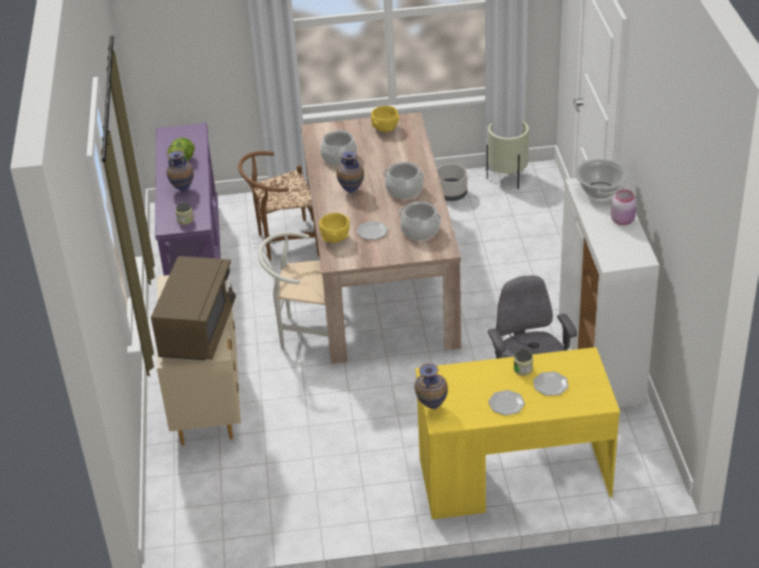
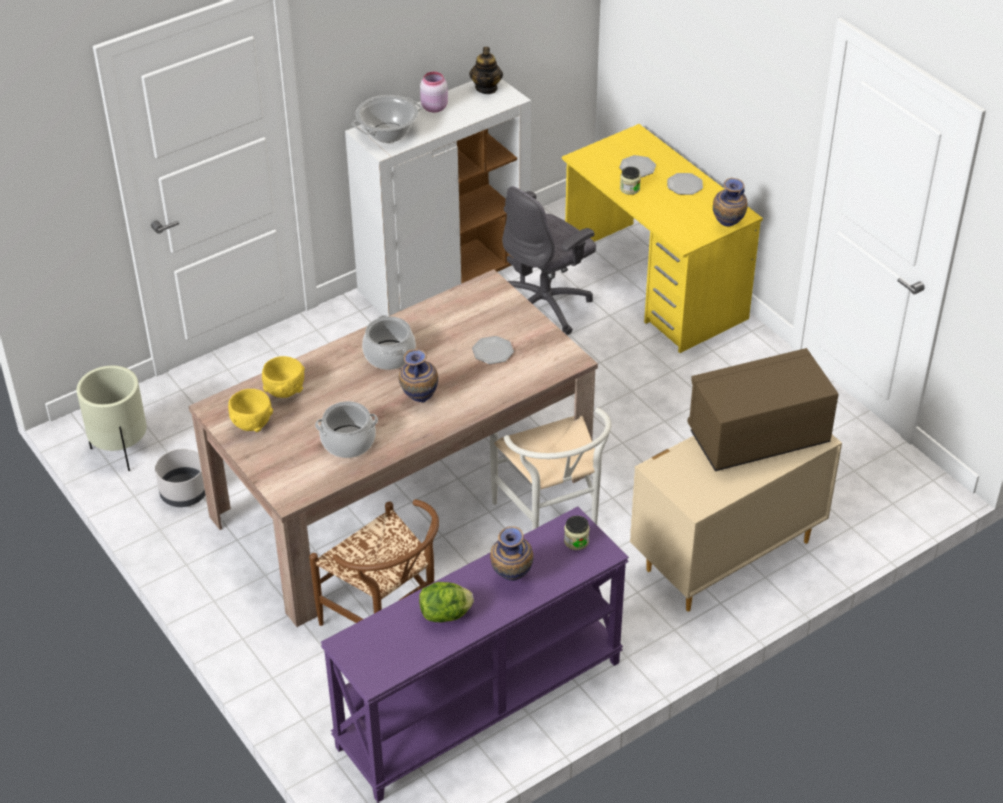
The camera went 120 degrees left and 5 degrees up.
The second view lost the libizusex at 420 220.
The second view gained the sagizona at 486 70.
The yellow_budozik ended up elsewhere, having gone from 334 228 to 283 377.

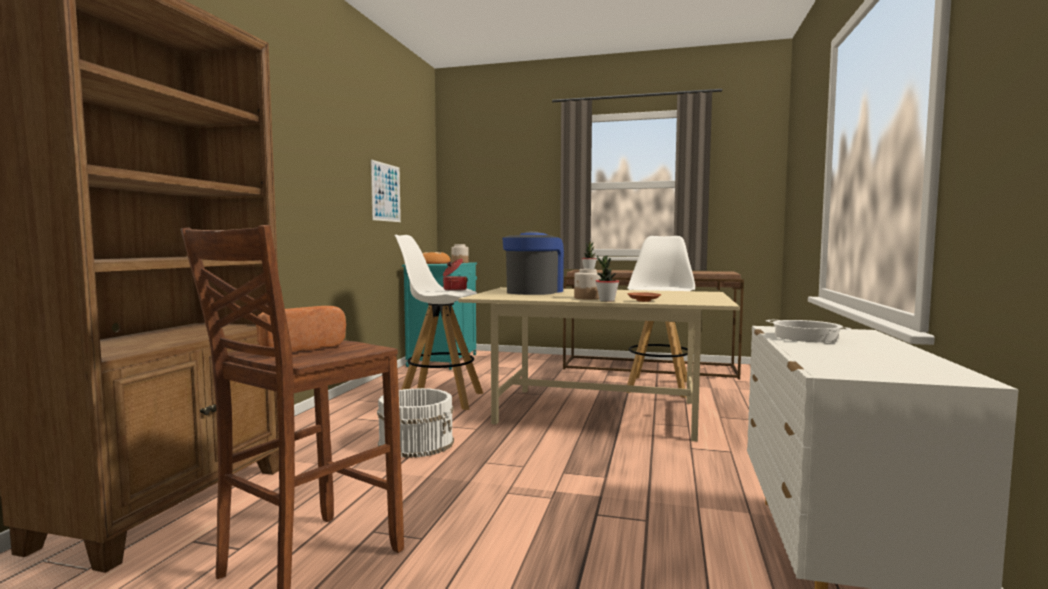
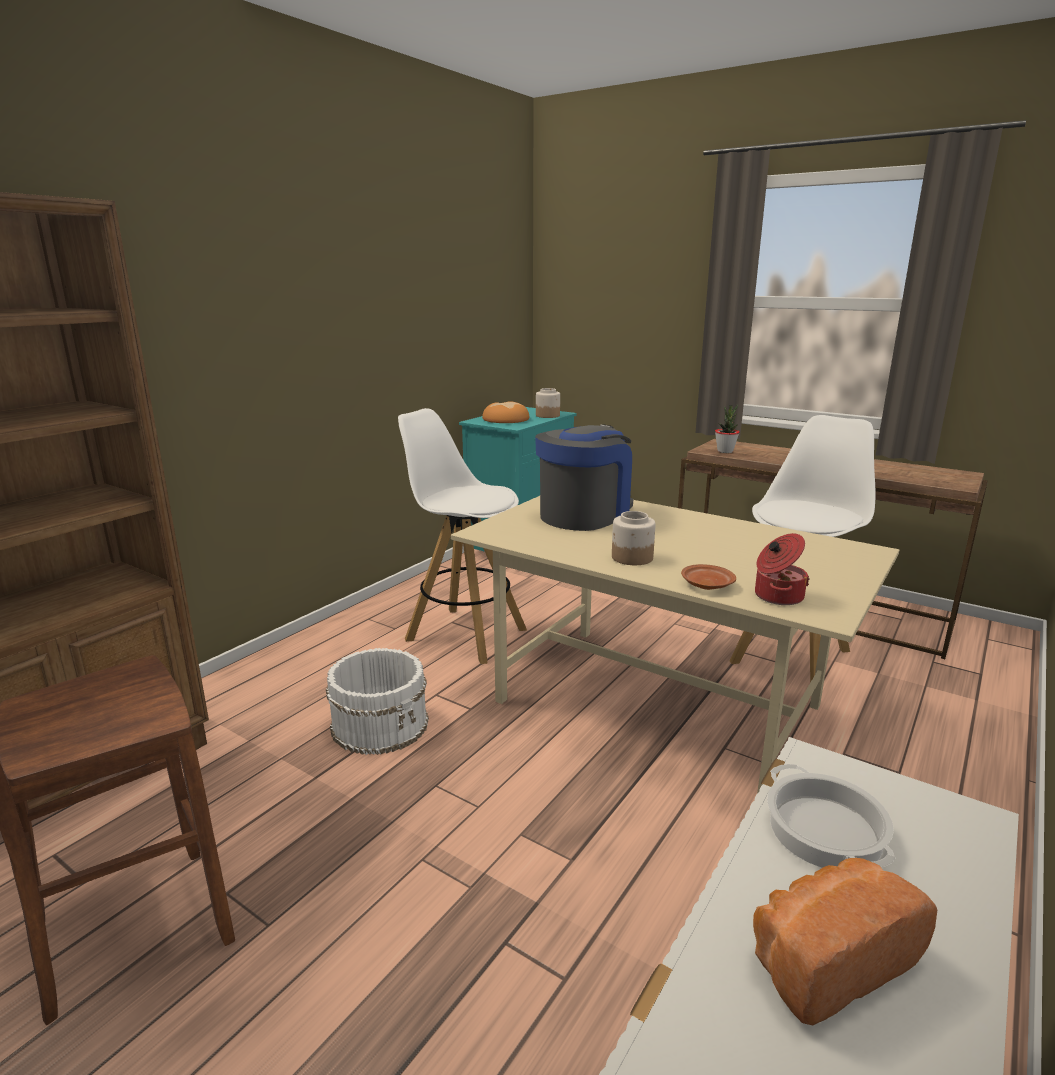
The camera went 20 degrees right and 15 degrees up.
The second view lost the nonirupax at 386 191.
The second view lost the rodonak at 607 278.
The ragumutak ended up elsewhere, having gone from 301 329 to 845 942.
The libizusex ended up elsewhere, having gone from 455 275 to 782 569.

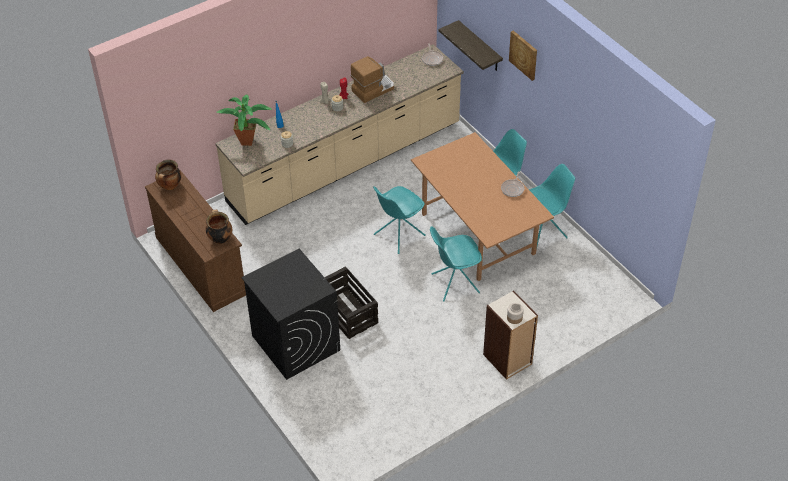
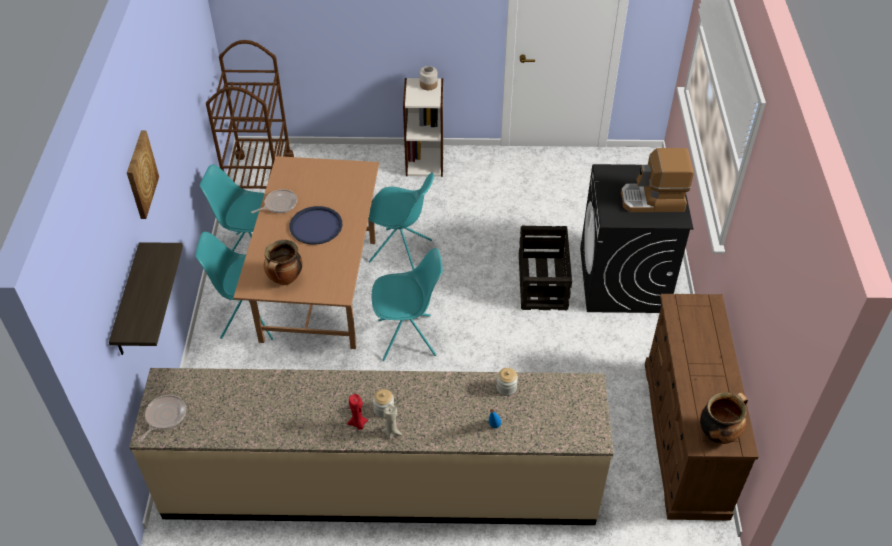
The camera went 145 degrees left and 0 degrees up.
The second view lost the rodonak at 244 120.
The second view gained the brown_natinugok at 250 114.
The second view gained the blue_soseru at 315 225.
The libizusex ended up elsewhere, having gone from 219 227 to 283 262.
The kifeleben ended up elsewhere, having gone from 372 79 to 657 180.

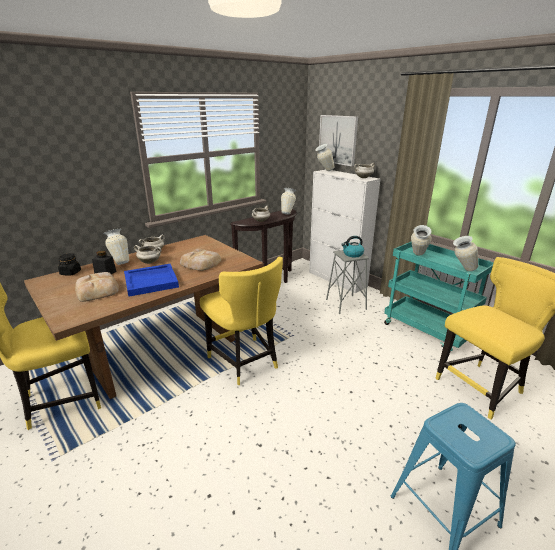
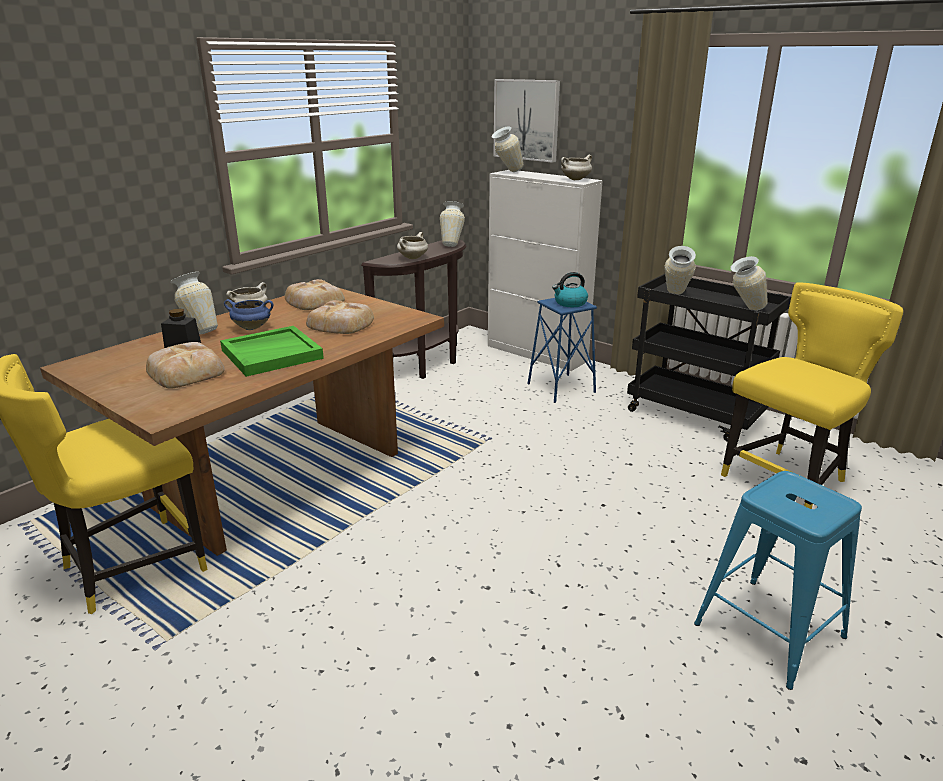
The camera went 10 degrees left and 0 degrees up.
The second view lost the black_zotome at 69 264.
The second view lost the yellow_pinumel at 241 321.
The second view gained the ragumutak at 315 294.
What was the blue_soseru at 151 280 turned into the green_soseru at 272 351.
What was the white_libizusex at 147 254 turned into the blue_libizusex at 248 314.
What was the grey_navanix at 347 282 turned into the blue_navanix at 562 350.
What was the turquoise_natinugok at 439 296 turned into the black_natinugok at 709 358.

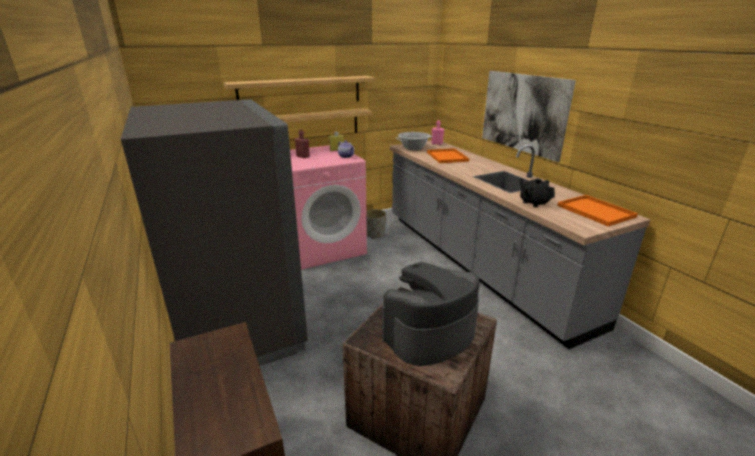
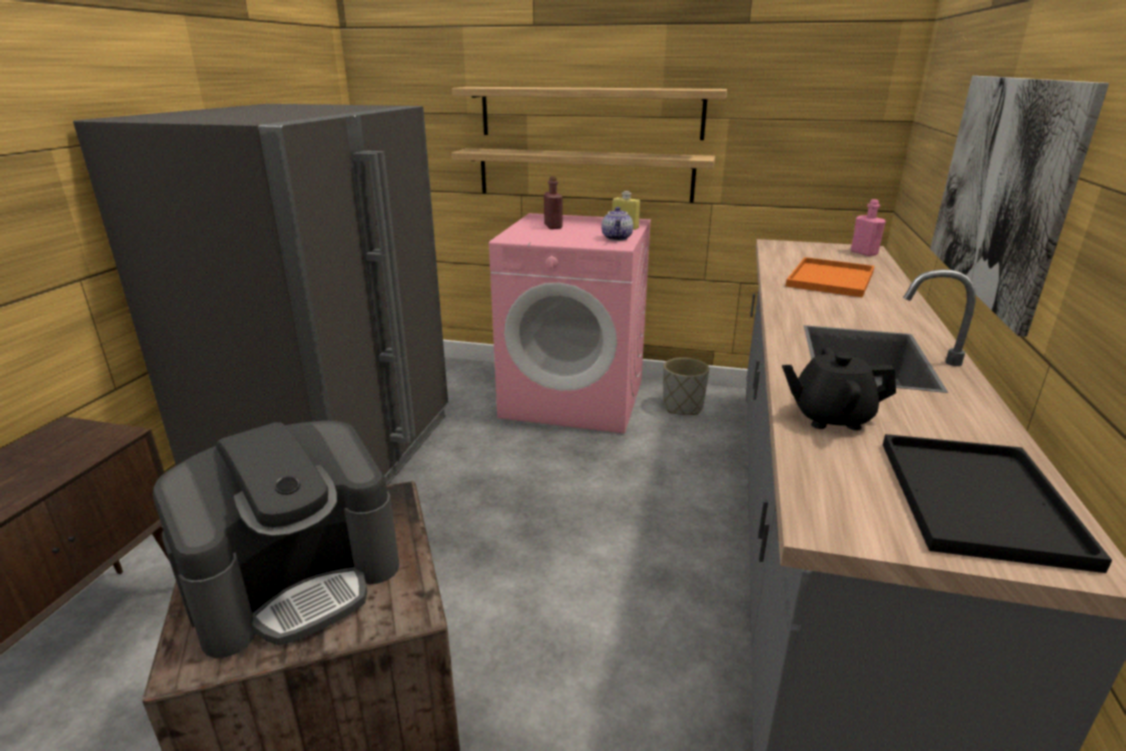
The camera went 40 degrees right and 0 degrees up.
The second view lost the libizusex at 414 141.
What was the orange_soseru at 597 210 turned into the black_soseru at 997 503.
The kifeleben at 431 314 ended up facing another way, 135 degrees clockwise from before.
The black_sagizona at 537 193 ended up facing another way, 90 degrees counterclockwise from before.

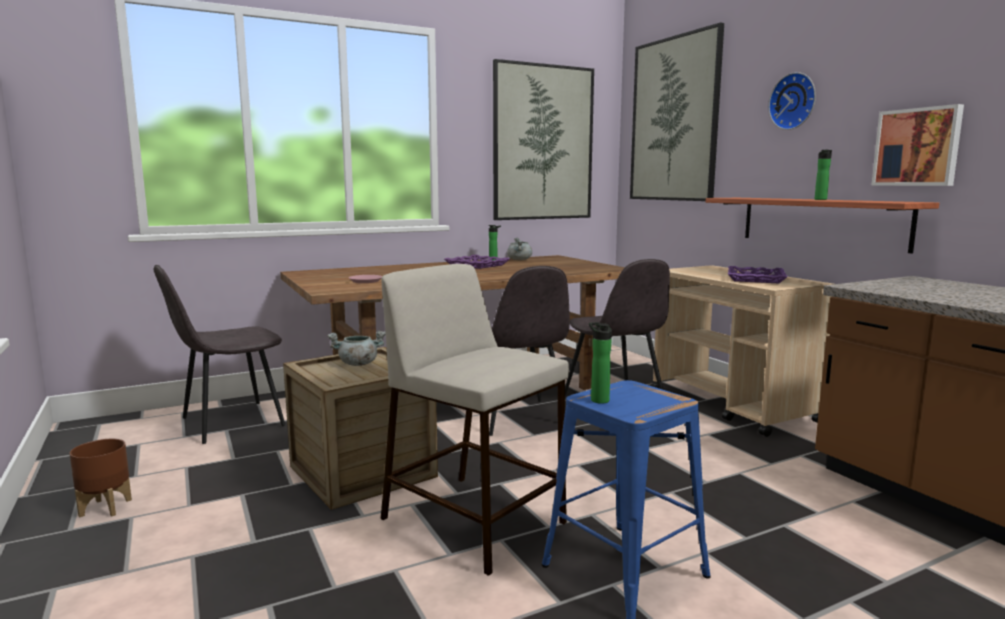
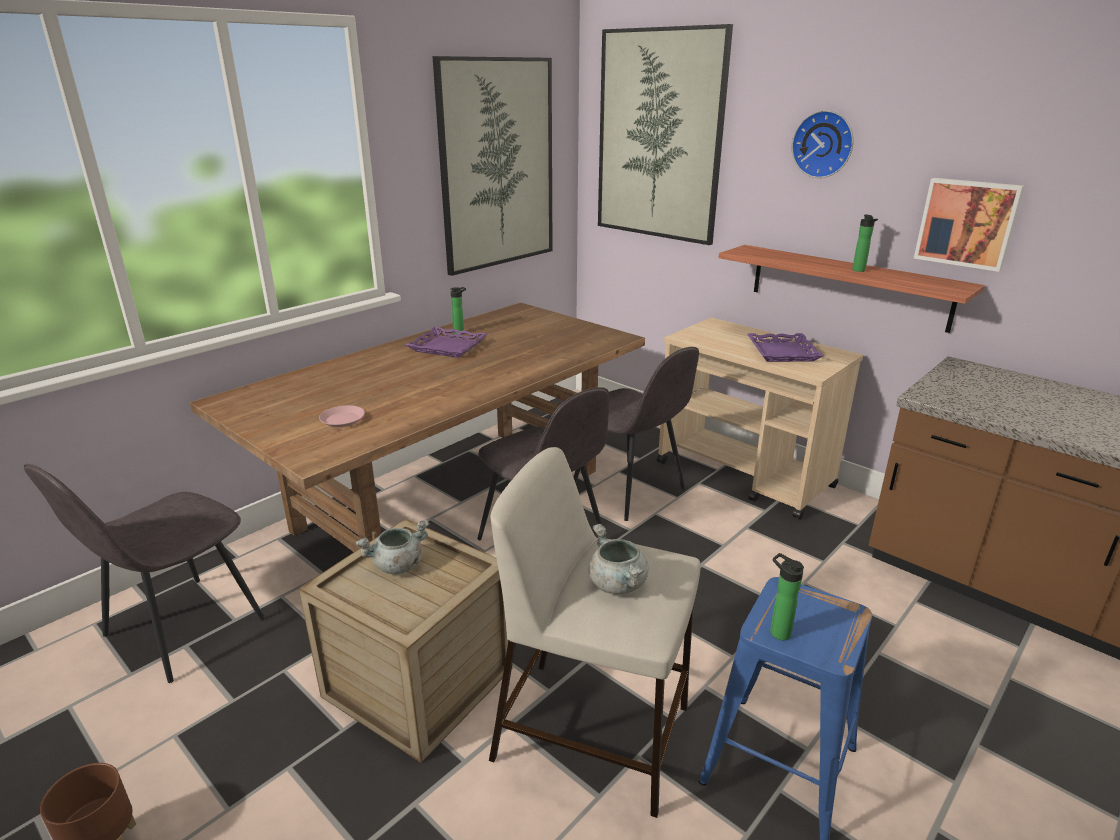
The camera went 20 degrees left and 15 degrees up.
The grey_libizusex ended up elsewhere, having gone from 519 248 to 618 559.

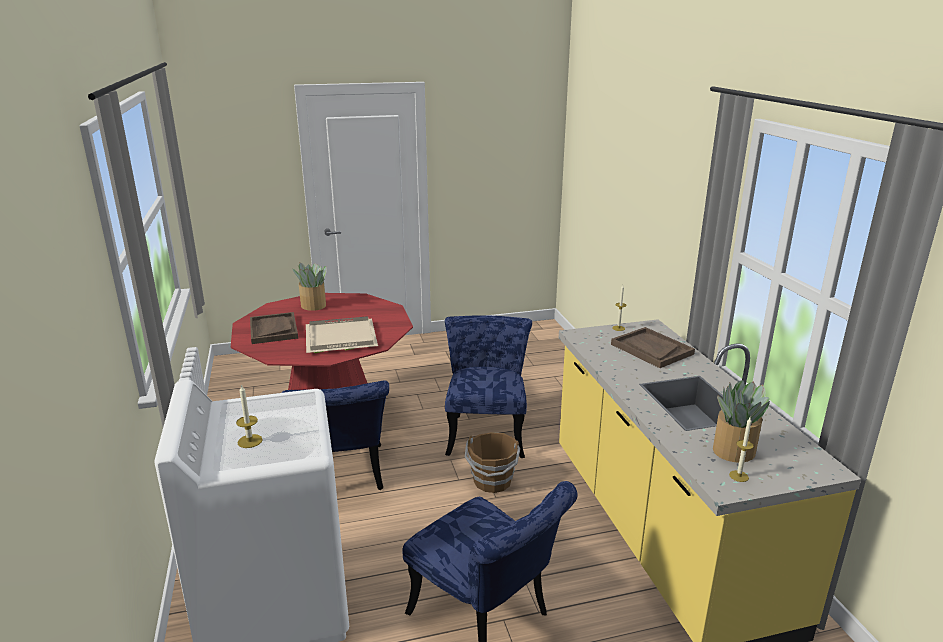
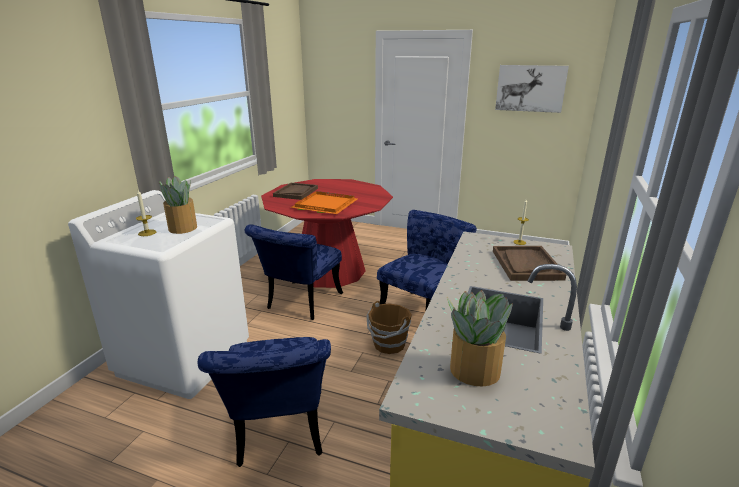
The camera went 35 degrees right and 0 degrees up.
The second view lost the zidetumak at 741 450.
The second view gained the nonirupax at 532 89.
The rodonak ended up elsewhere, having gone from 309 286 to 178 205.
What was the beige_soseru at 342 334 turned into the orange_soseru at 323 202.

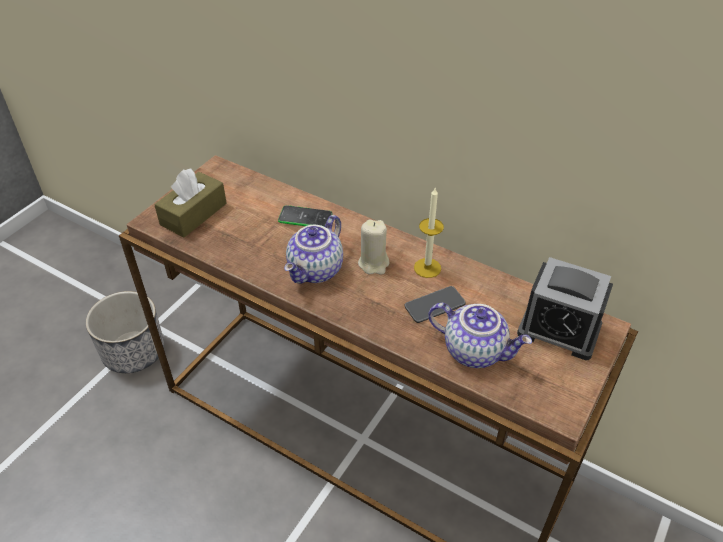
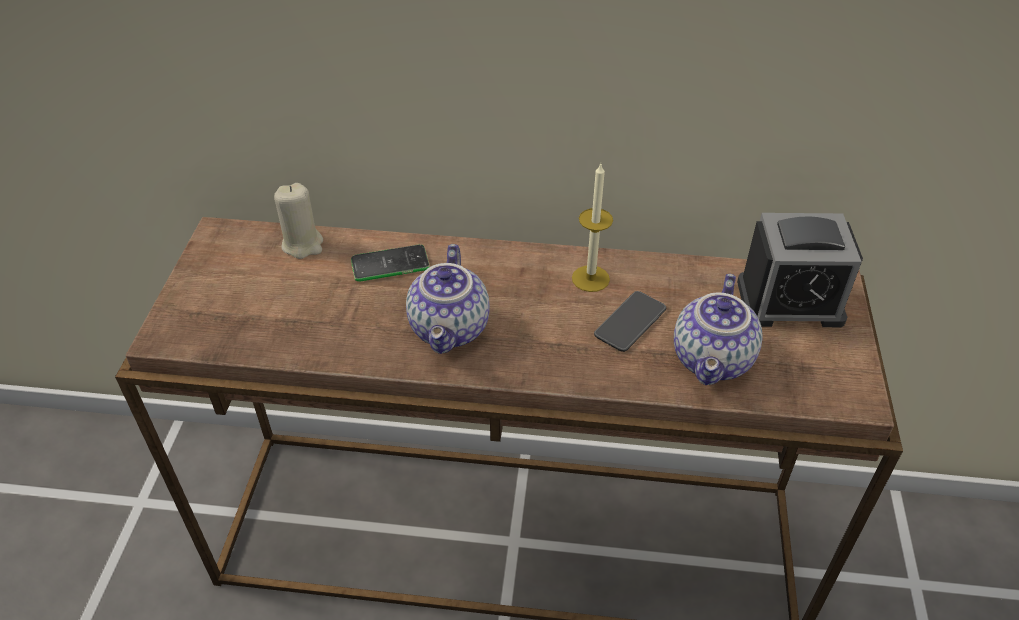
The camera went 25 degrees left and 0 degrees up.
The second view lost the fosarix at 125 332.
The second view lost the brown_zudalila at 190 203.
The beige_zidetumak ended up elsewhere, having gone from 373 247 to 298 221.
The sagizona at 480 335 ended up facing another way, 105 degrees clockwise from before.

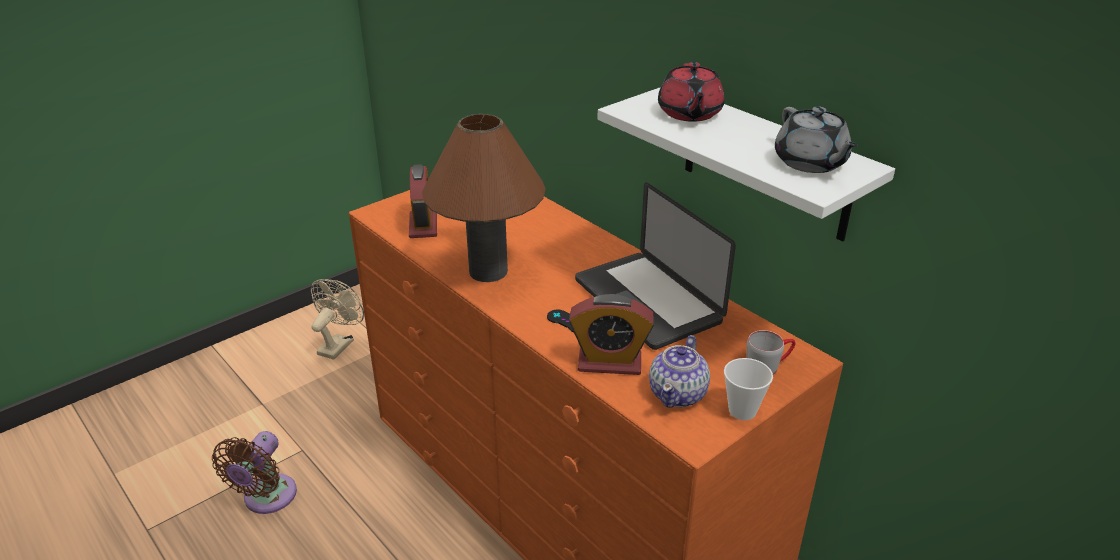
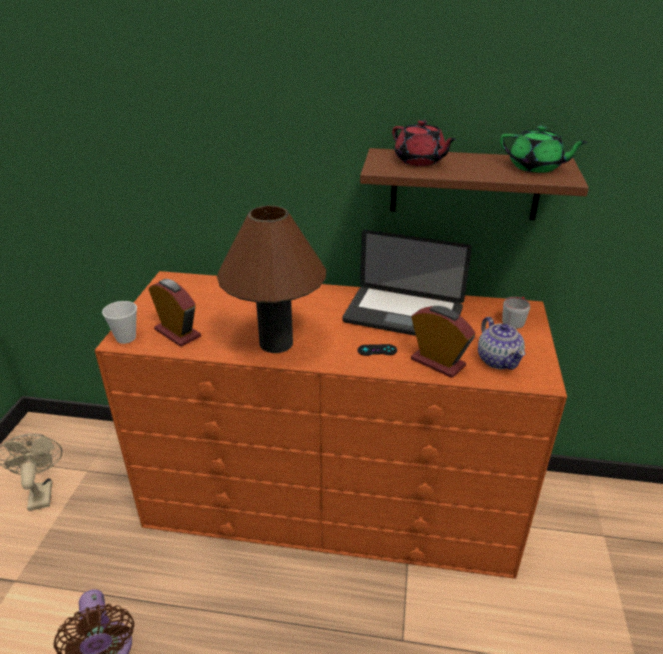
The camera went 40 degrees left and 0 degrees up.
The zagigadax ended up elsewhere, having gone from 748 389 to 119 322.
What was the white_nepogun at 746 164 turned into the brown_nepogun at 474 184.
What was the grey_sagizona at 816 140 turned into the green_sagizona at 544 149.
The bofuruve at 611 334 ended up facing another way, 105 degrees counterclockwise from before.

